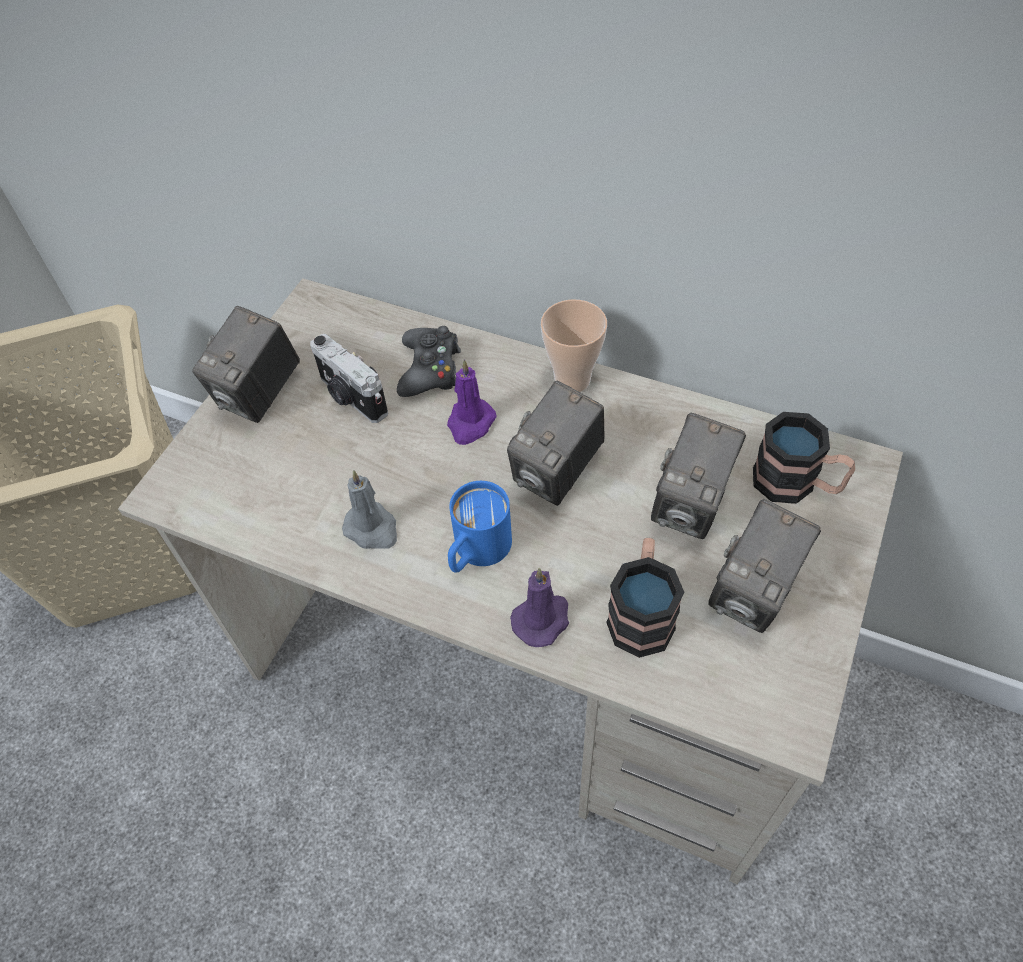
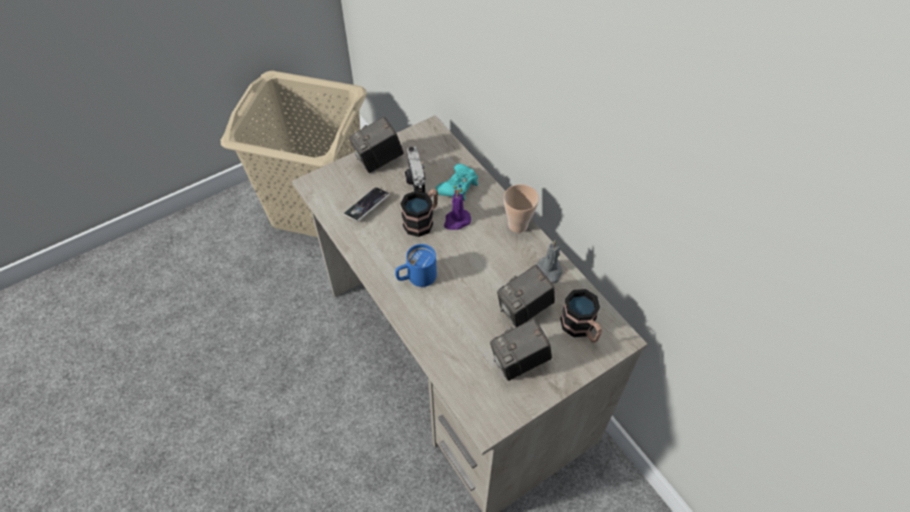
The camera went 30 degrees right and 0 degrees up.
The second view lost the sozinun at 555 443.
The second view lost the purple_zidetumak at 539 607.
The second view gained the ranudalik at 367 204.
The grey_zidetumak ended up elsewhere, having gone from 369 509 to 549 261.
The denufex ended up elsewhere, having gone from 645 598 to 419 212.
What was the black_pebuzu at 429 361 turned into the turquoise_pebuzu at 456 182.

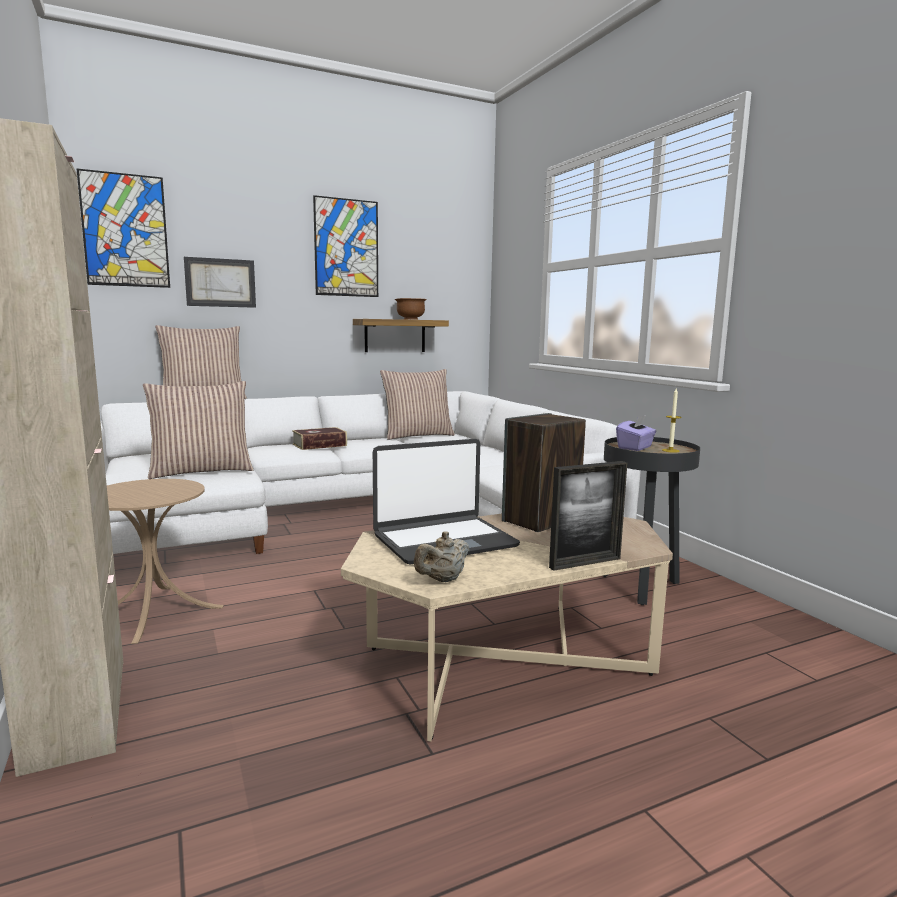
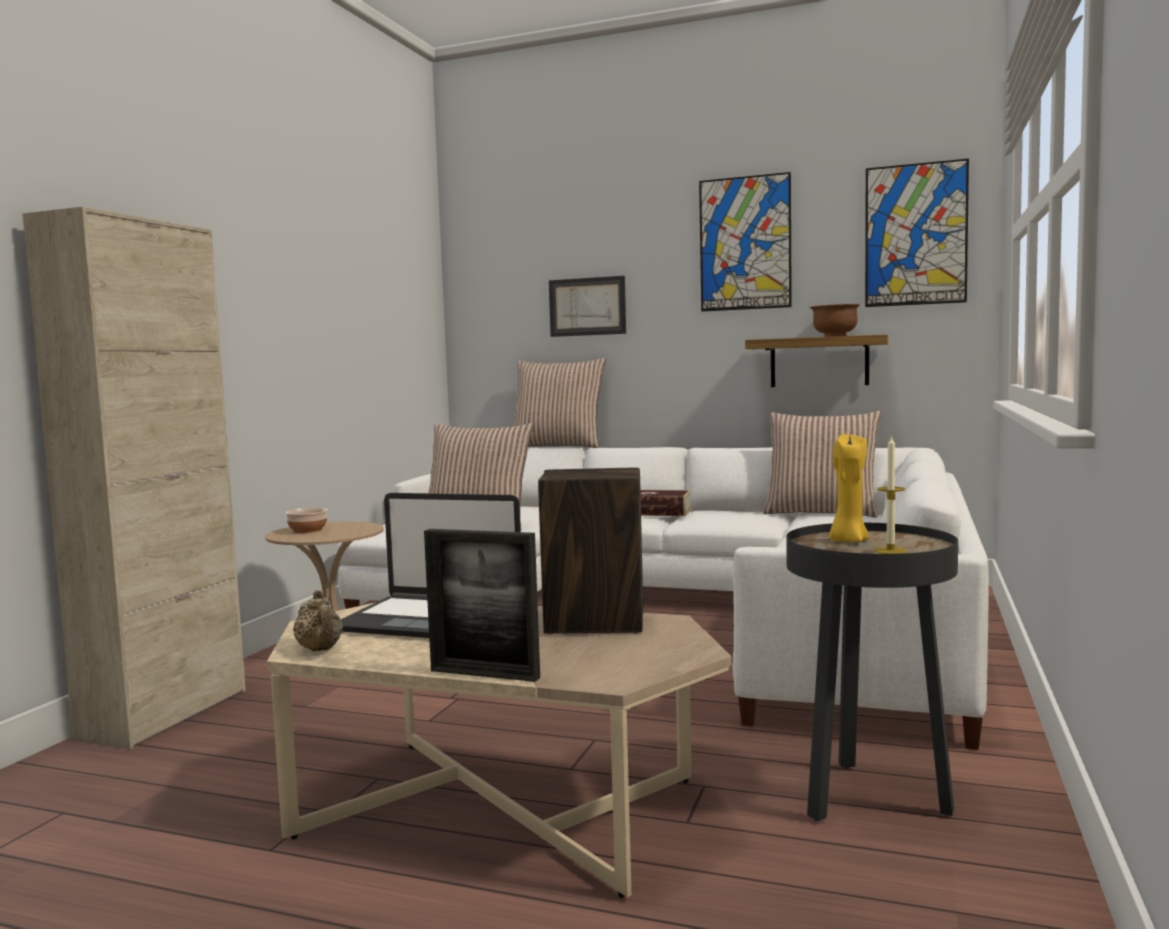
The camera went 45 degrees right and 5 degrees down.
The second view gained the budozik at 306 520.
The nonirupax ended up elsewhere, having gone from 123 228 to 917 232.
Where the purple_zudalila stood at 636 433, the yellow_zidetumak came to stand at 849 488.
The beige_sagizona at 441 556 ended up facing another way, 120 degrees counterclockwise from before.

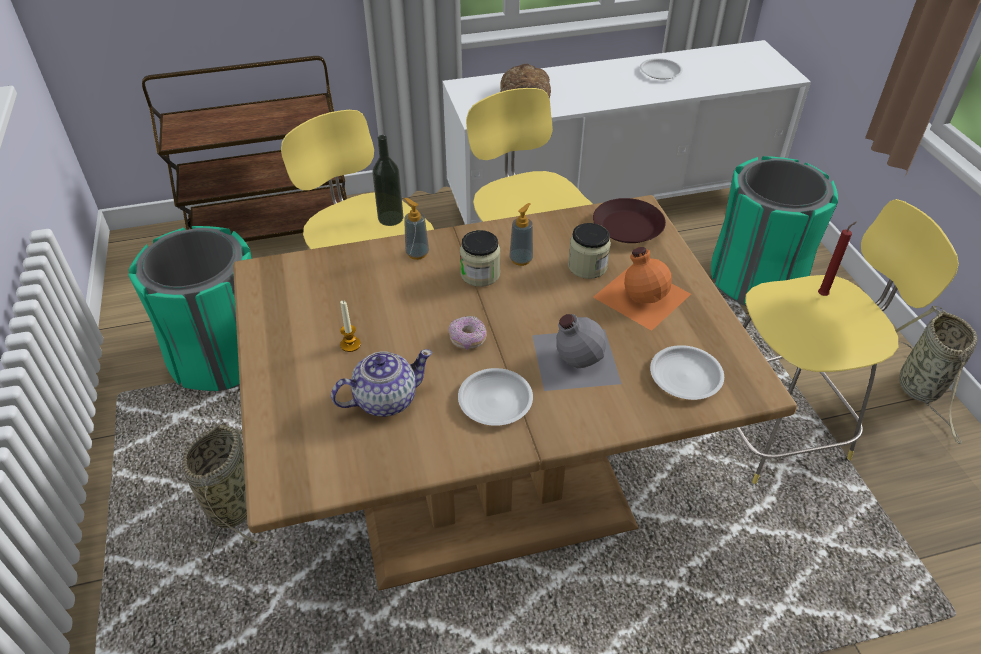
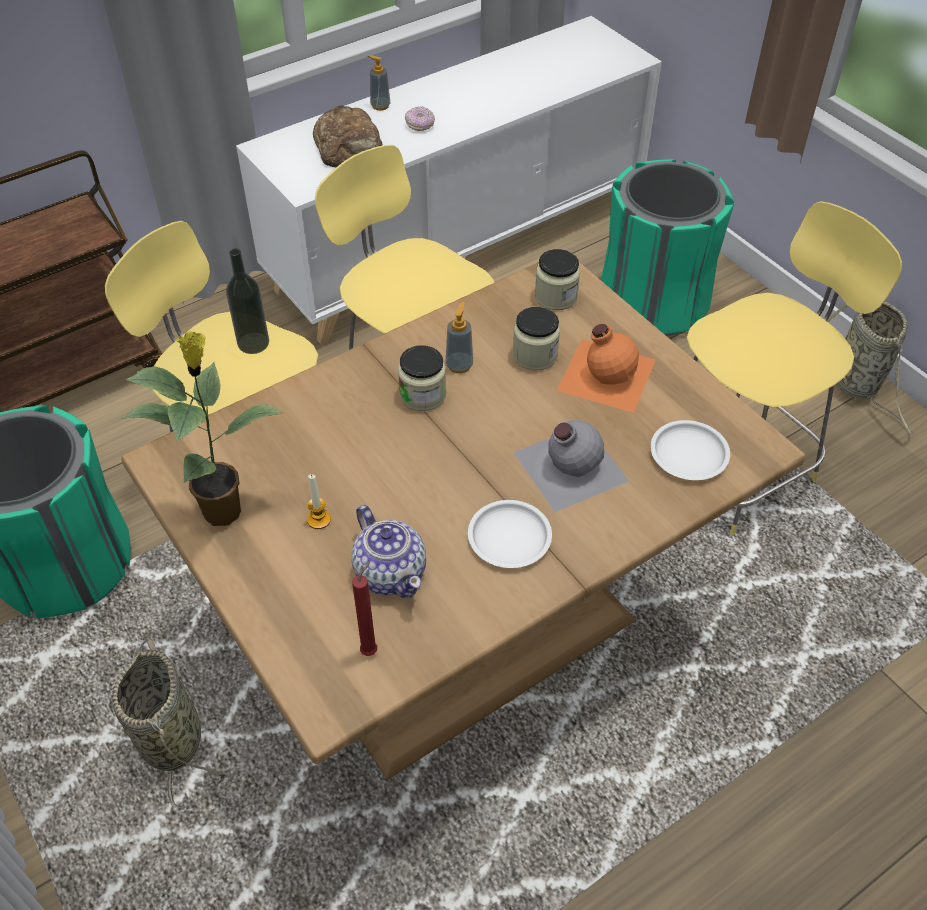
The camera went 20 degrees left and 5 degrees up.
The second view lost the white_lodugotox at 661 69.
The second view gained the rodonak at 202 428.
The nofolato ended up elsewhere, having gone from 416 229 to 379 83.
The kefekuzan ended up elsewhere, having gone from 468 333 to 420 118.
The red_zidetumak ended up elsewhere, having gone from 837 258 to 364 609.
Where the brown_lodugotox stood at 629 220, the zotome came to stand at 557 279.
The sagizona at 381 383 ended up facing another way, 105 degrees clockwise from before.

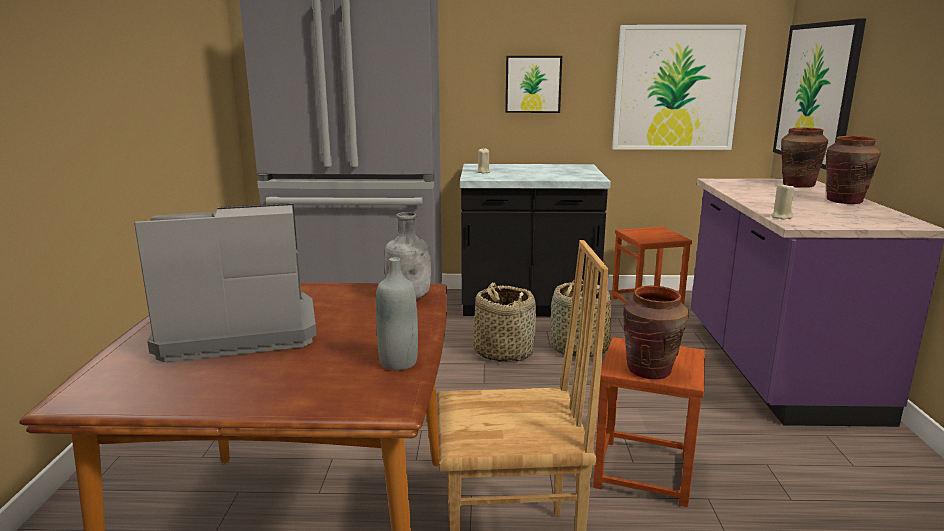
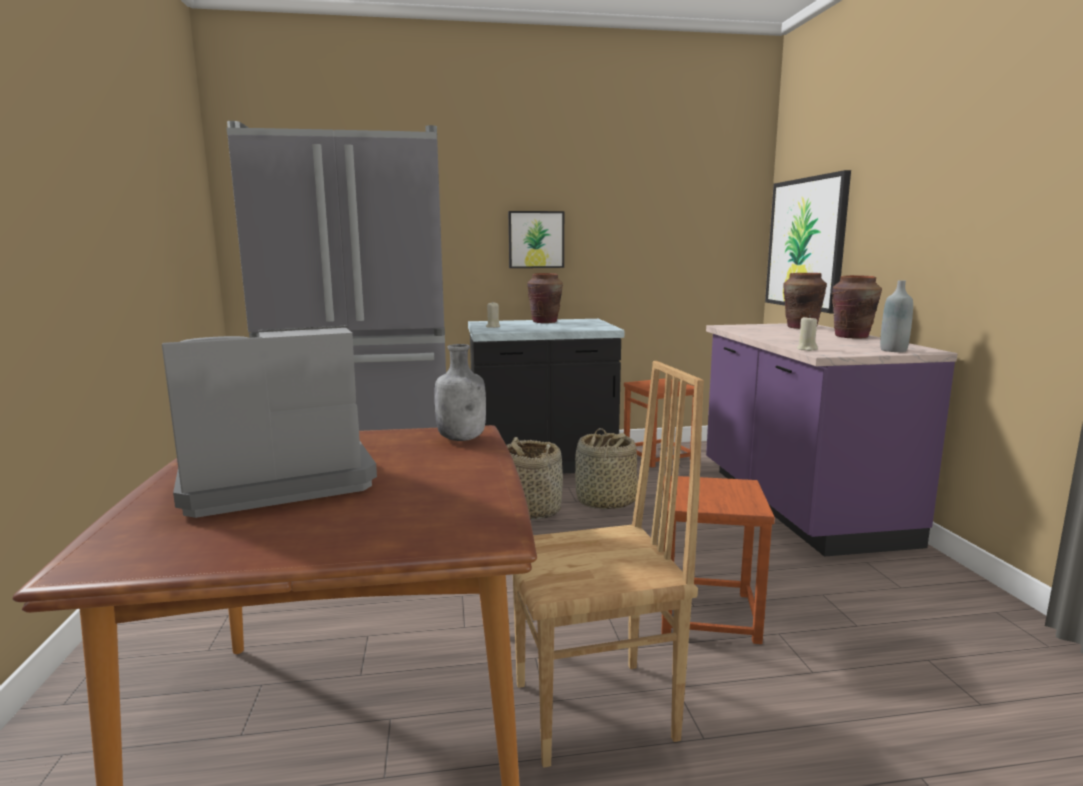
The camera went 10 degrees left and 5 degrees down.
The second view lost the nonirupax at 679 87.
The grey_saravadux ended up elsewhere, having gone from 397 313 to 896 316.
The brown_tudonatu ended up elsewhere, having gone from 656 332 to 545 298.

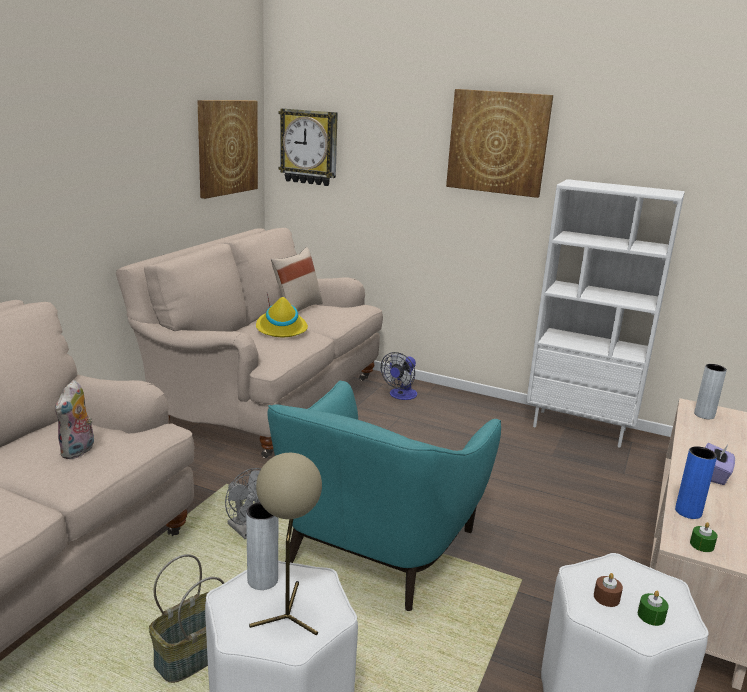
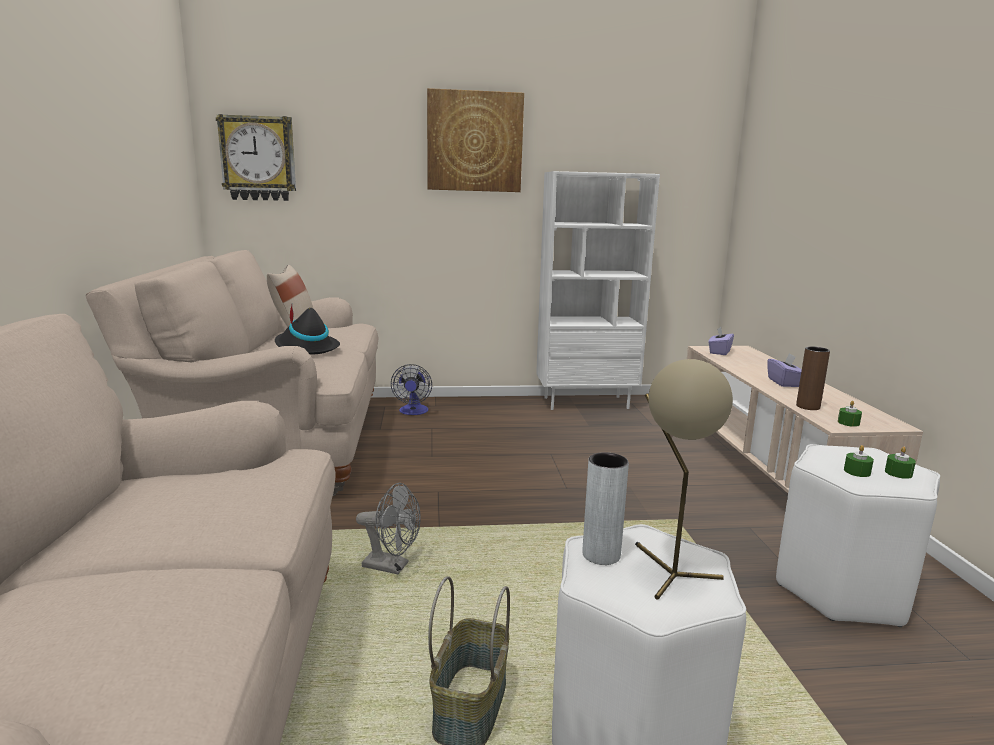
The camera went 30 degrees left and 5 degrees down.
The second view lost the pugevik at 74 419.
The second view lost the nonirupax at 227 149.
The second view lost the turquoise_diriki at 384 496.
Where the grey_tudonatu stood at 710 391, the purple_zudalila came to stand at 721 341.
What was the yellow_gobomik at 282 315 turned into the black_gobomik at 307 330.
What was the brown_zidetumak at 608 590 turned into the green_zidetumak at 859 461.
What was the blue_tudonatu at 696 482 turned into the brown_tudonatu at 813 378.

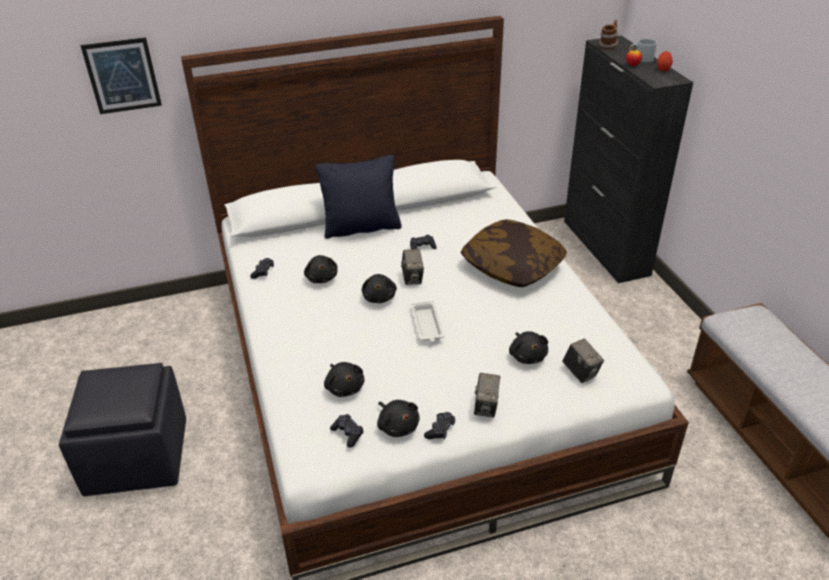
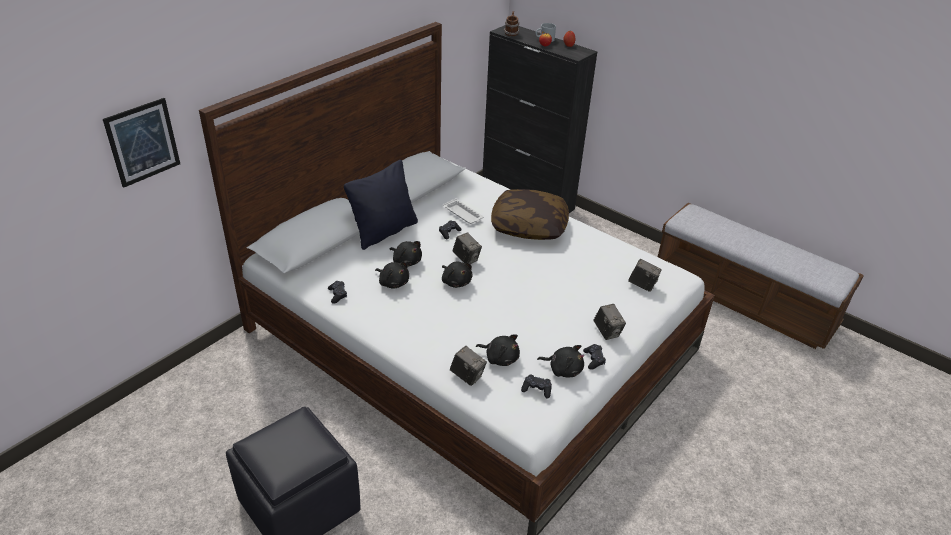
The camera went 35 degrees left and 0 degrees up.
The second view gained the sozinun at 468 366.
The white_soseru ended up elsewhere, having gone from 427 321 to 463 211.
The black_pugevik ended up elsewhere, having gone from 528 347 to 406 253.

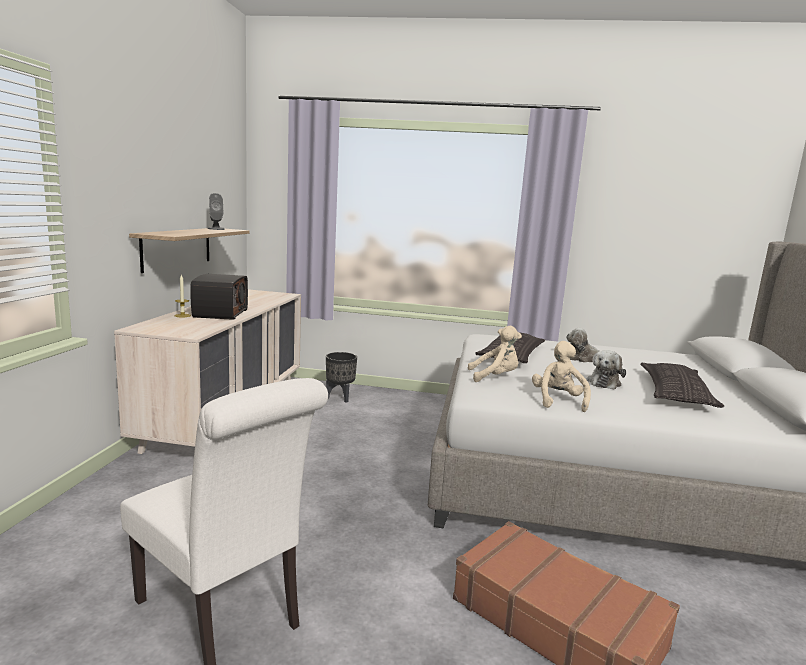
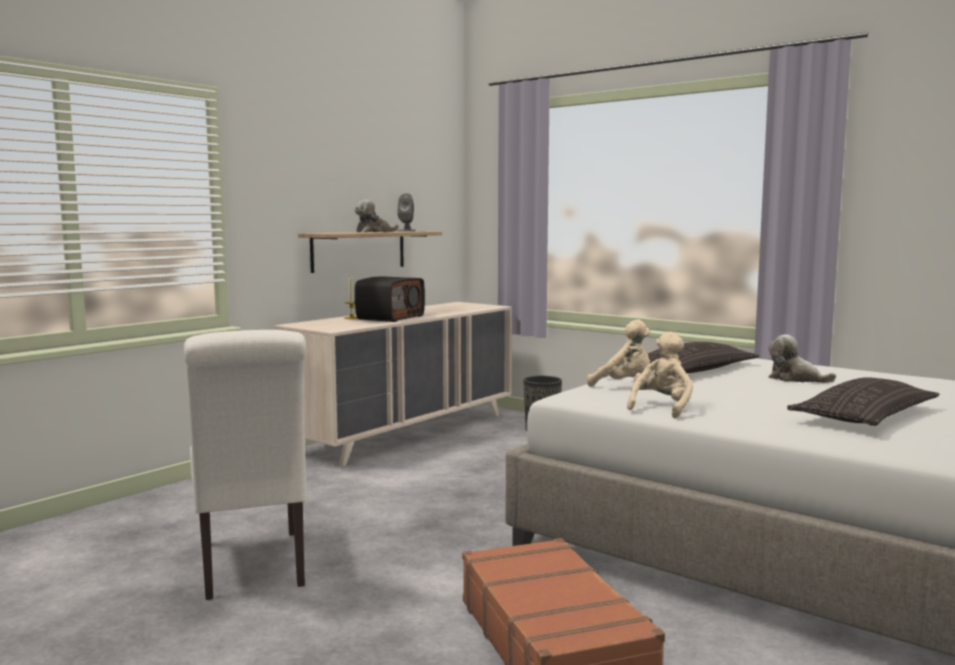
The camera went 30 degrees right and 5 degrees down.
The pugevik ended up elsewhere, having gone from 606 370 to 377 216.

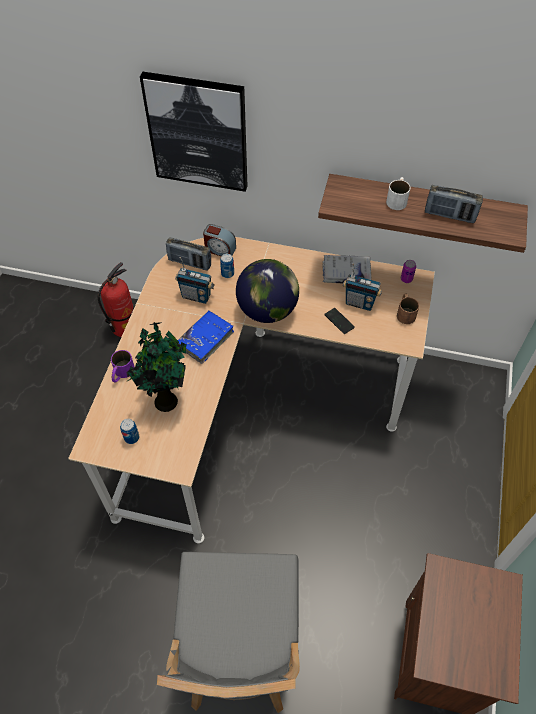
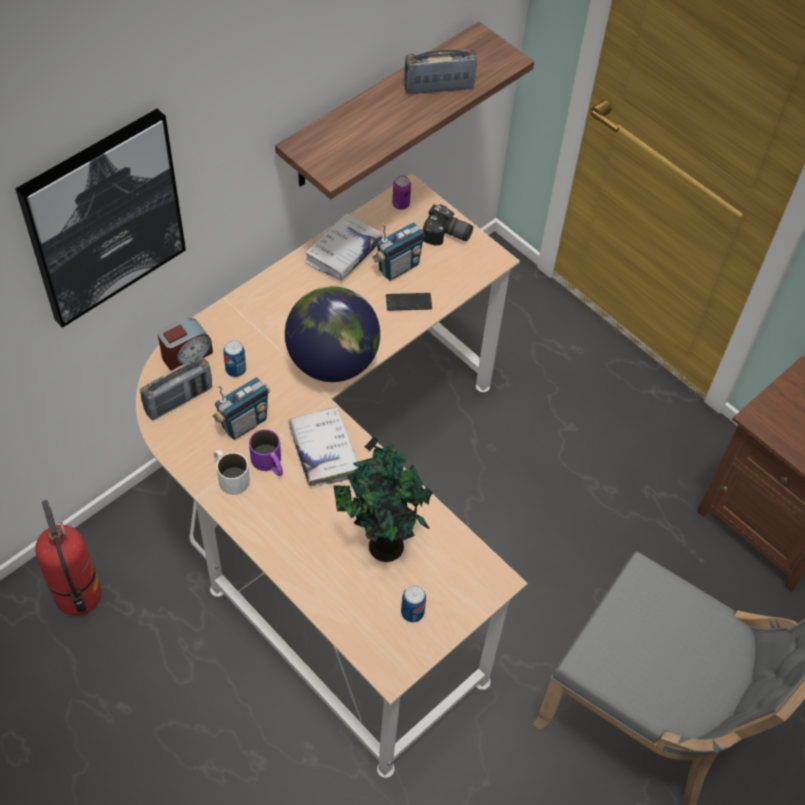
The camera went 60 degrees left and 0 degrees up.
The purple_denufex ended up elsewhere, having gone from 123 366 to 266 452.
The white_denufex ended up elsewhere, having gone from 398 193 to 231 472.
Where the brown_denufex stood at 408 308, the sozinun came to stand at 448 225.
What was the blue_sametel at 206 337 turned into the white_sametel at 323 446.
The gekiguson at 454 204 ended up facing another way, 150 degrees counterclockwise from before.

